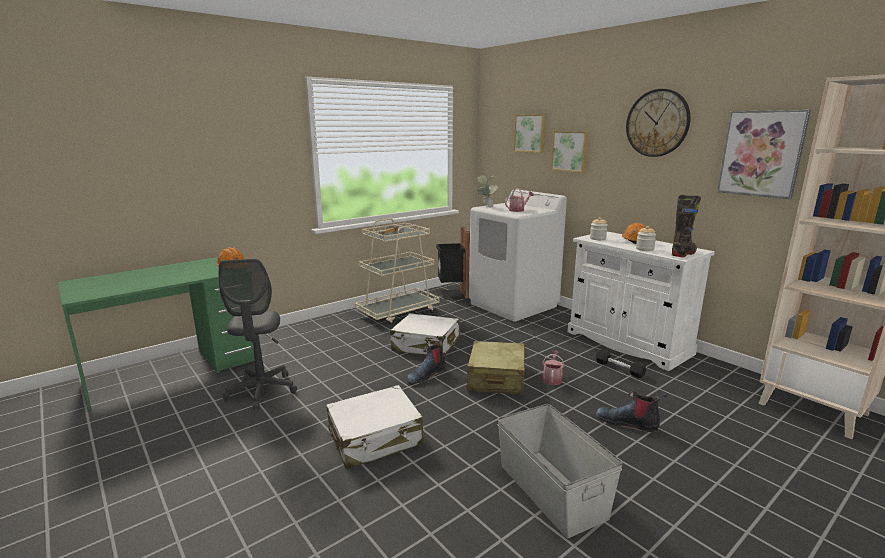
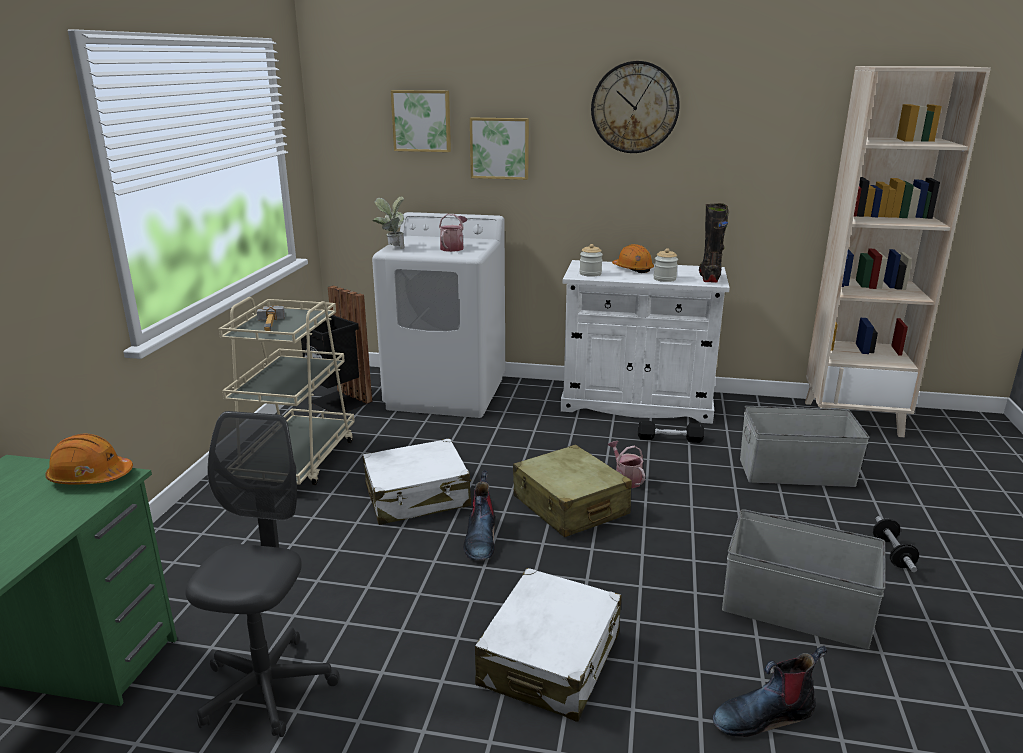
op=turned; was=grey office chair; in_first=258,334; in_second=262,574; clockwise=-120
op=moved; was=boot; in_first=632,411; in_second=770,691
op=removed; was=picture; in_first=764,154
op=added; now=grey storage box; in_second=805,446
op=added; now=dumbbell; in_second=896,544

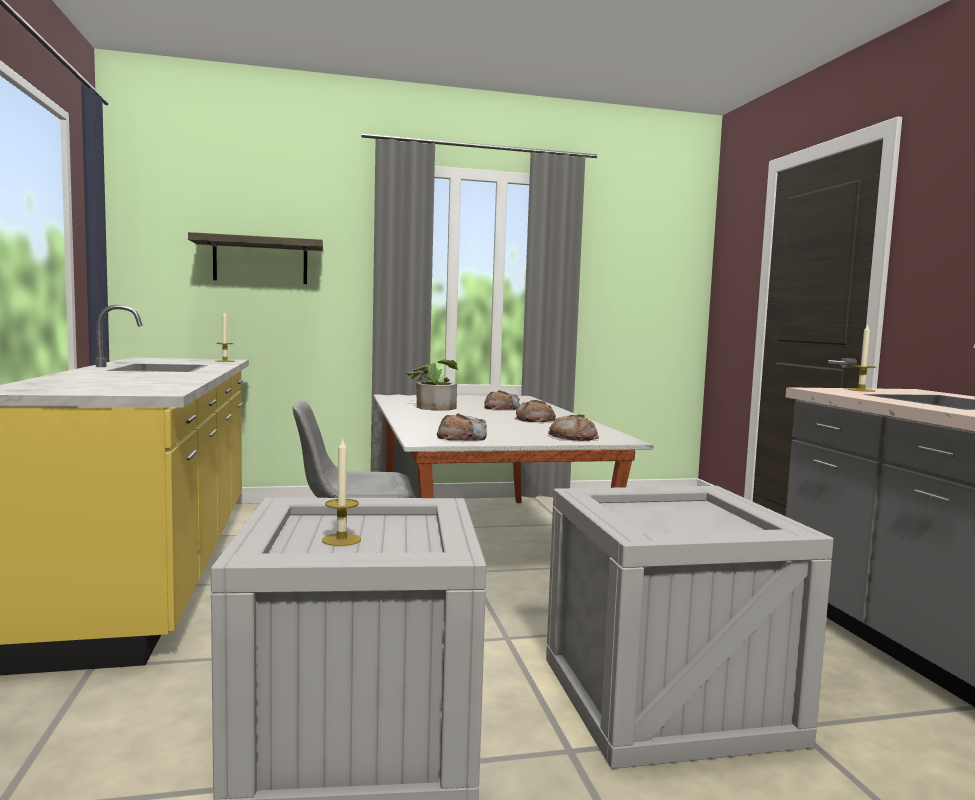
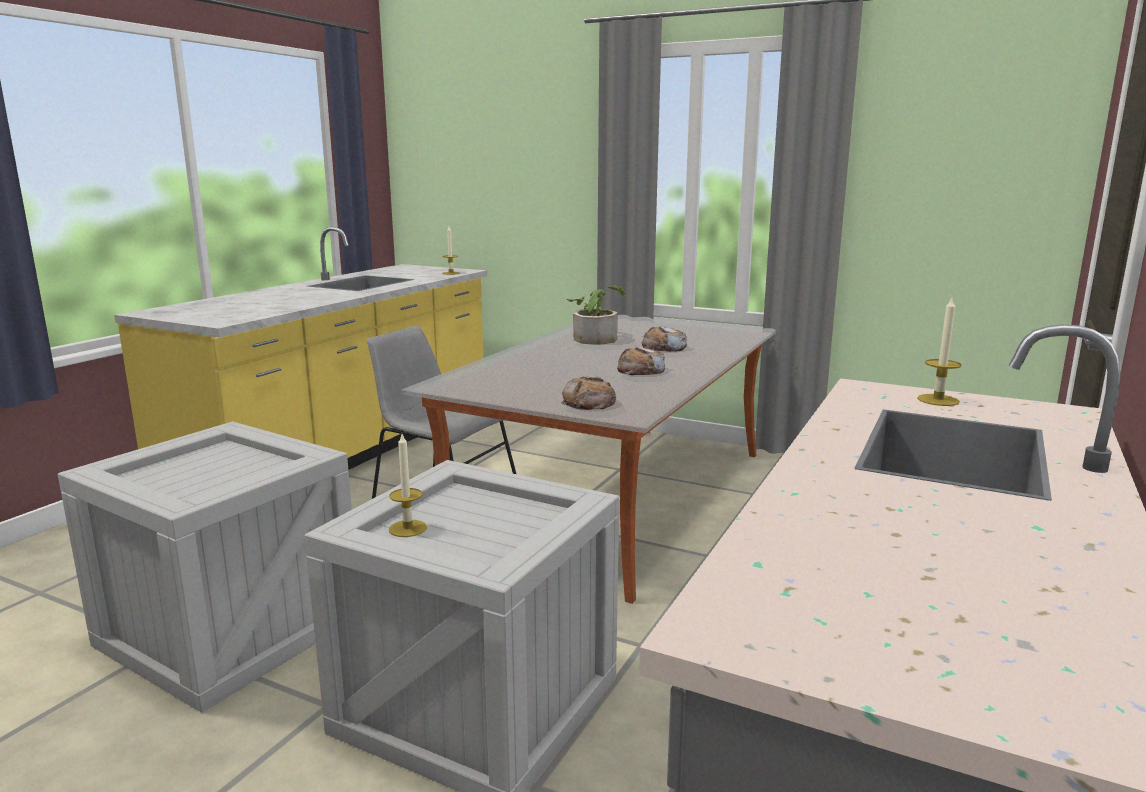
op=removed; was=shelf; in_first=255,258
op=moved; was=candle; in_first=341,492; in_second=408,485
op=removed; was=bread; in_first=462,427

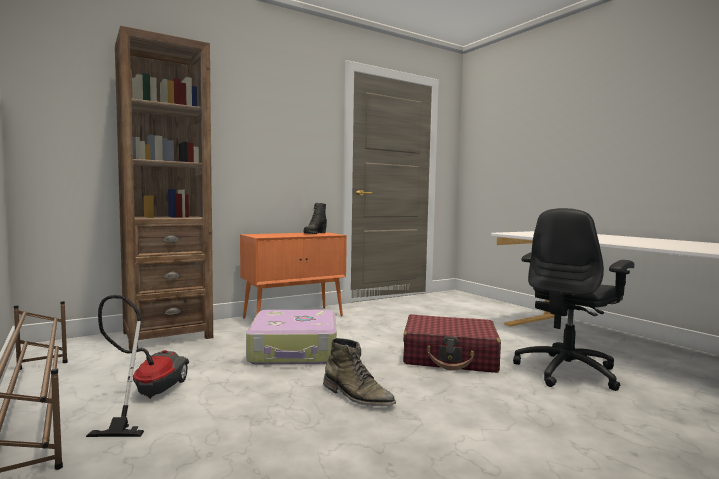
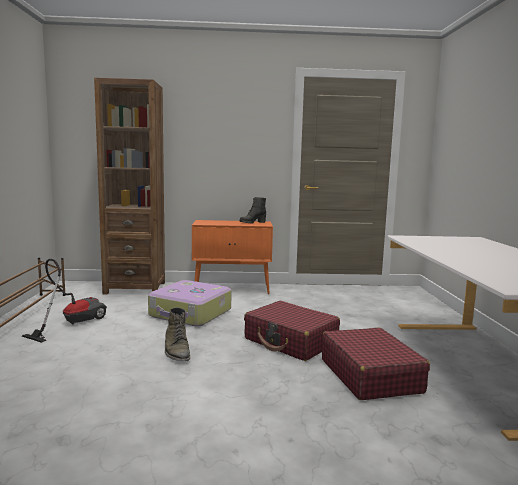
op=replaced; was=black office chair; now=red suitcase; in_first=573,299; in_second=376,363

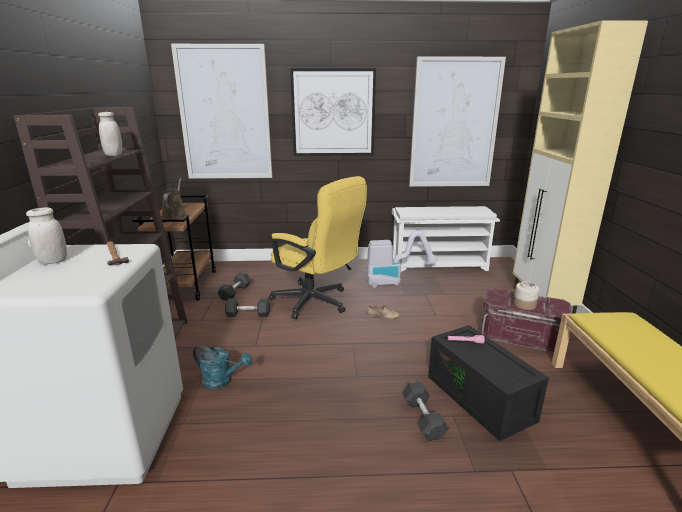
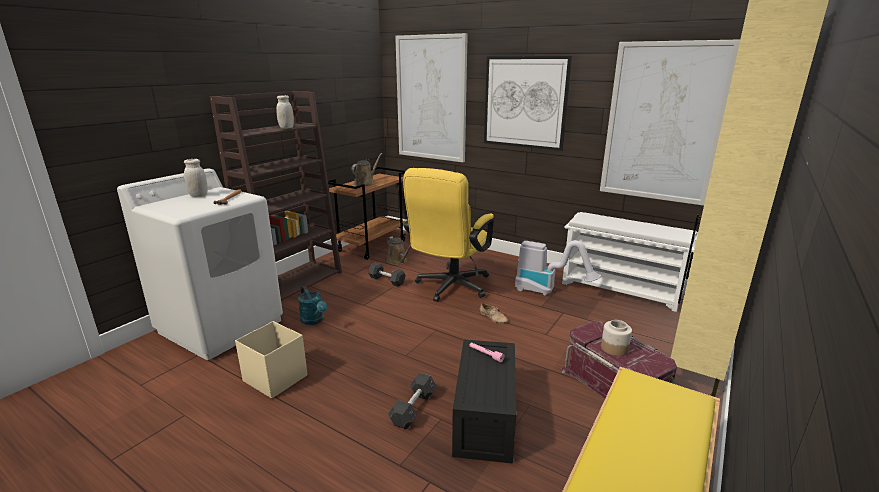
op=replaced; was=grey dumbbell; now=brown watering can; in_first=234,287; in_second=399,250
op=turned; was=yellow office chair; in_first=318,247; in_second=448,235; clockwise=45
op=added; now=beige storage box; in_second=271,360

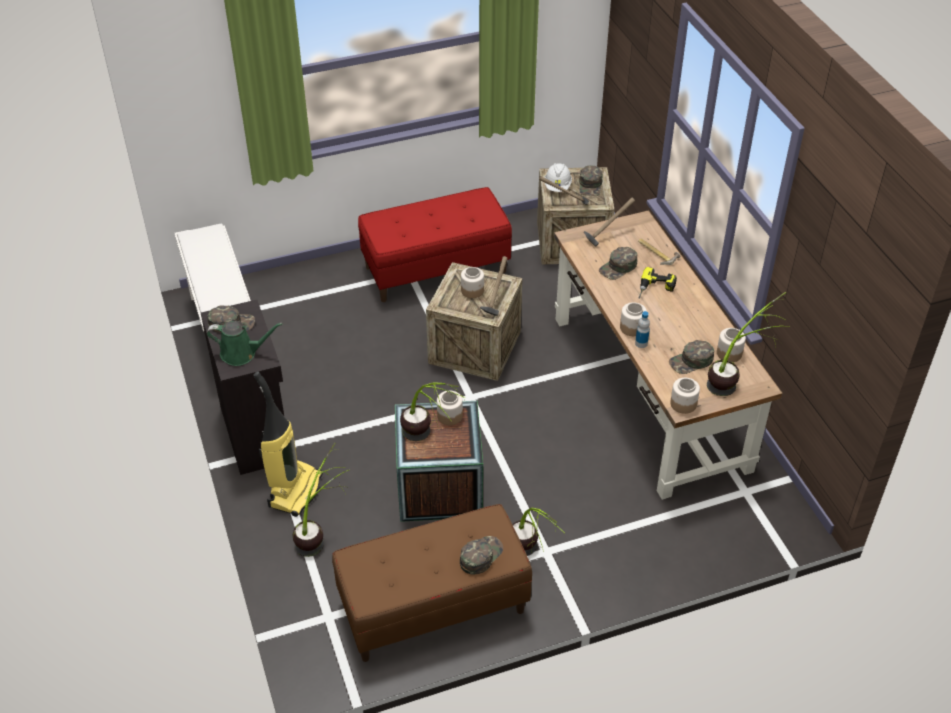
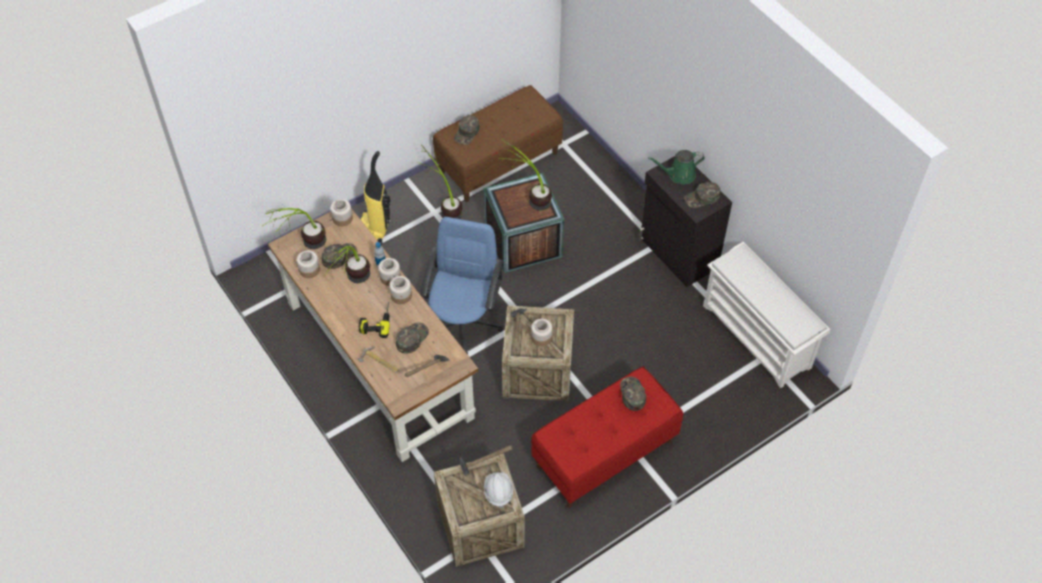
op=moved; was=vacuum cleaner; in_first=288,444; in_second=375,198
op=moved; was=potted plant; in_first=321,499; in_second=346,264
op=moved; was=jar; in_first=450,408; in_second=400,290
op=moved; was=green cap; in_first=591,180; in_second=633,393
op=added; now=blue office chair; in_second=461,285

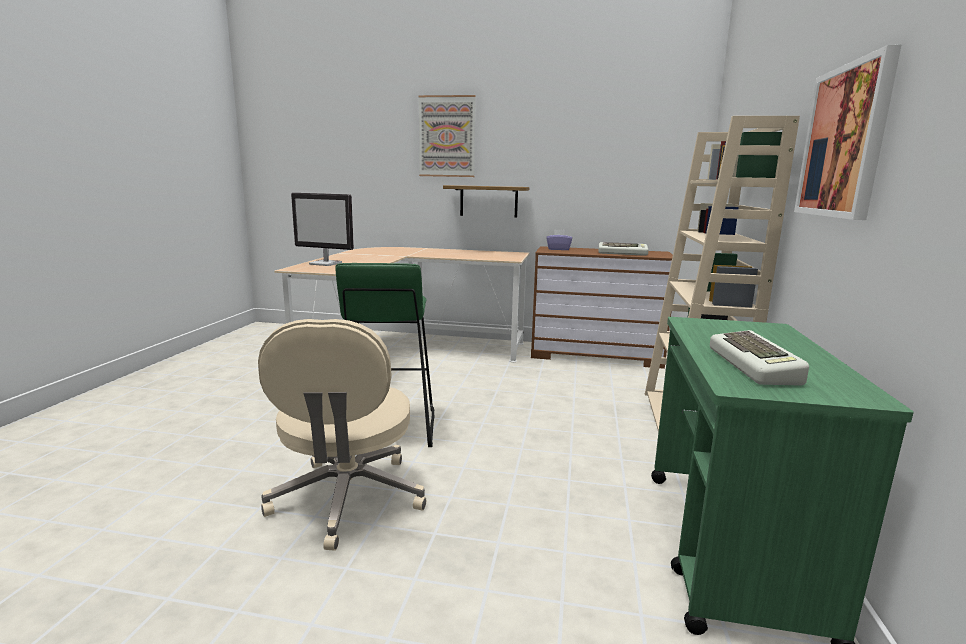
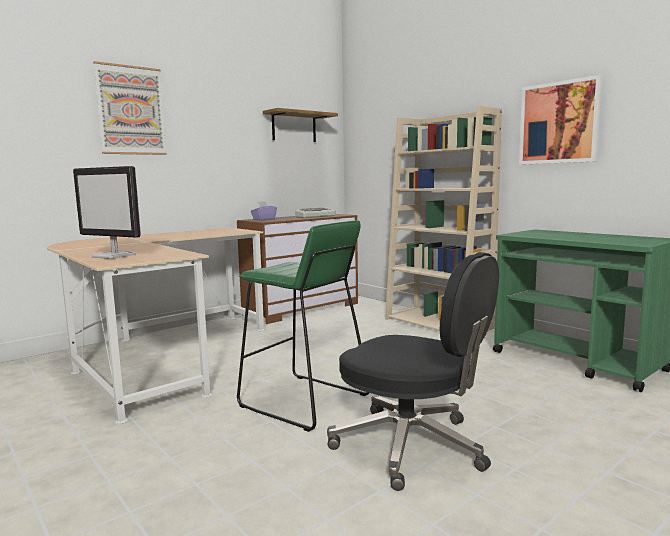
op=recoloured; was=beige office chair; now=black office chair; in_first=342,435; in_second=413,371
op=turned; was=monitor; in_first=322,229; in_second=107,212; clockwise=60
op=moved; was=shelf; in_first=486,201; in_second=300,125
op=removed; was=keyboard; in_first=759,358

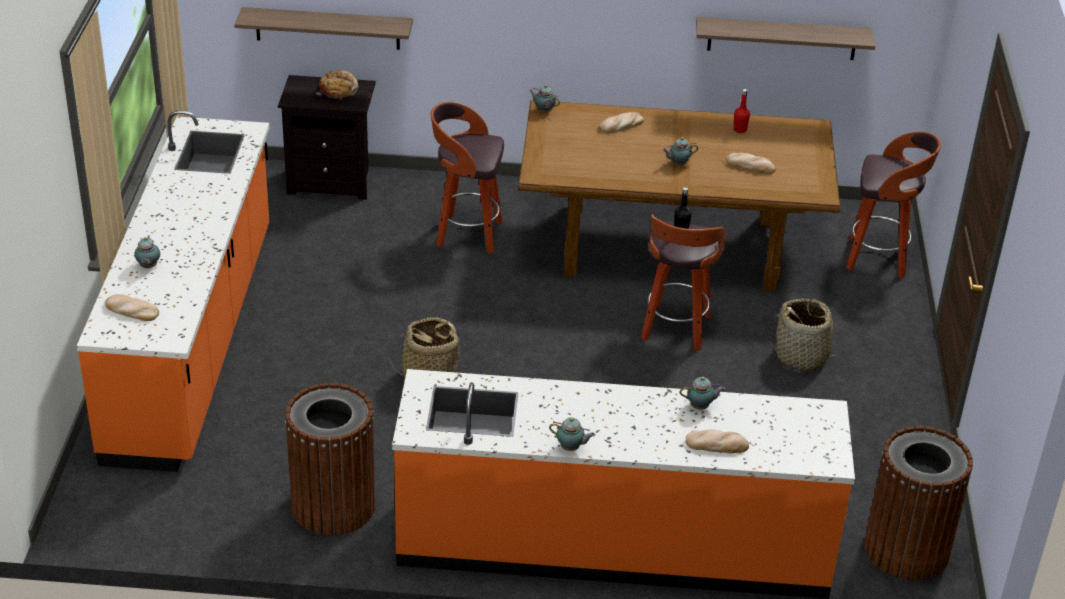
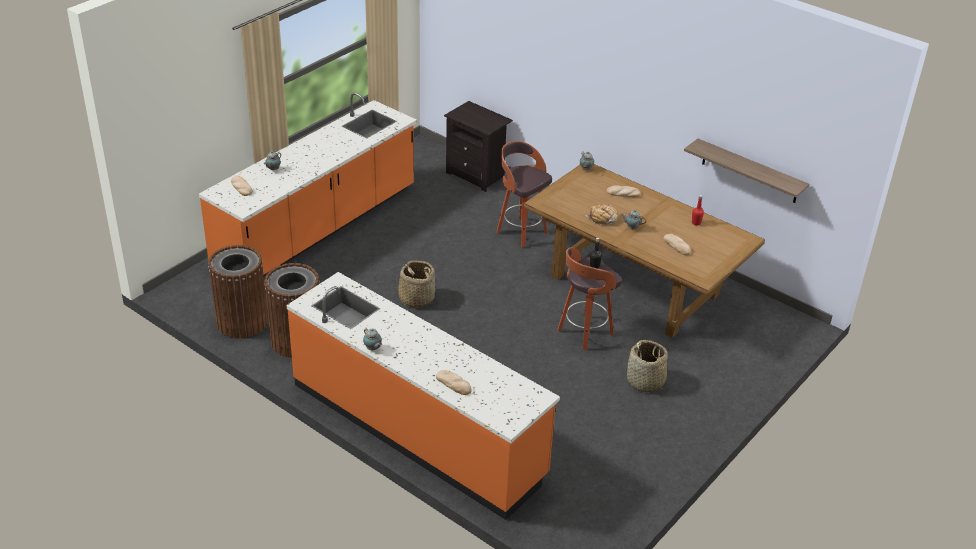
op=removed; was=shelf; in_first=323,28
op=moved; was=bread; in_first=337,84; in_second=601,214
op=removed; was=teapot; in_first=702,393
op=removed; was=stool; in_first=893,205
op=moved; was=brown trash can; in_first=918,503; in_second=238,292

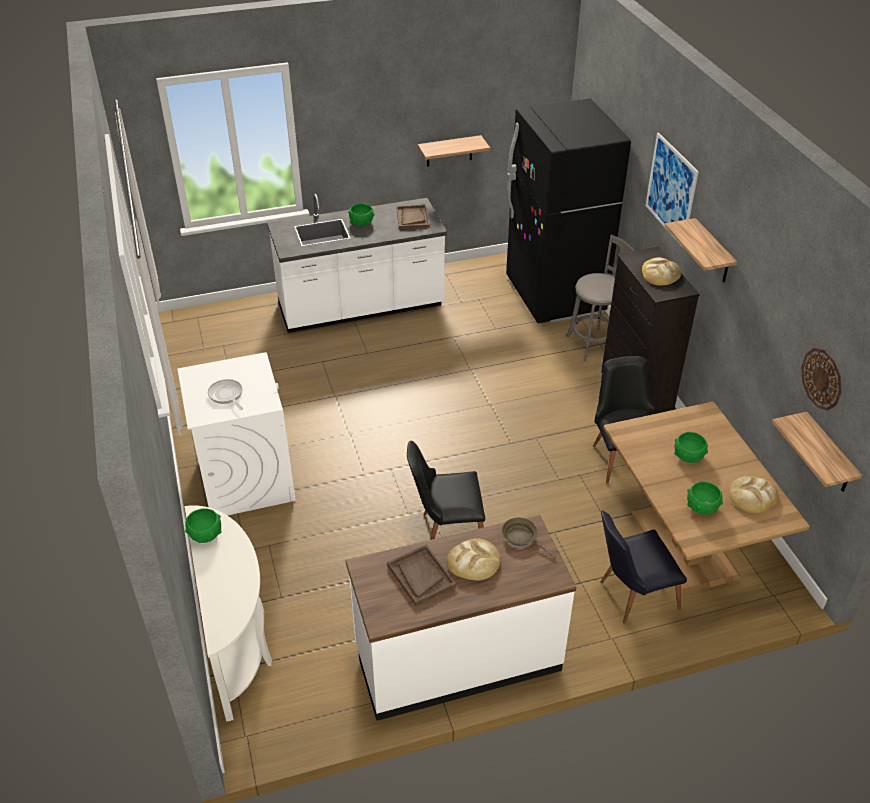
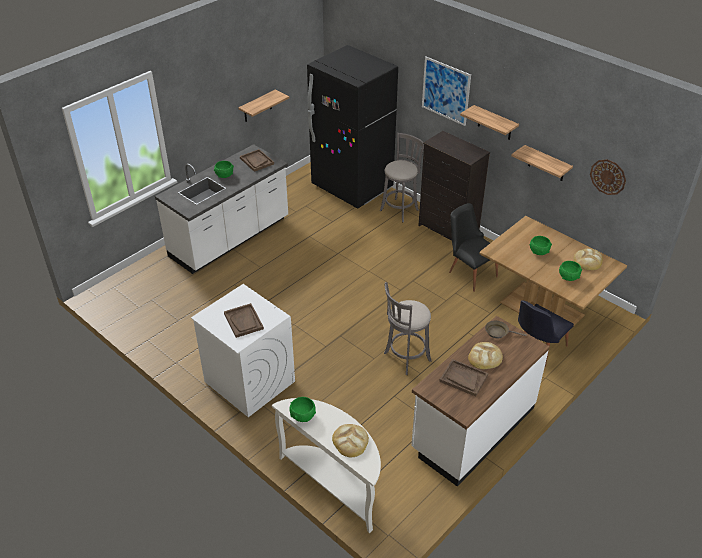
op=replaced; was=frying pan; now=brown tray; in_first=225,394; in_second=244,320
op=replaced; was=black chair; now=grey stool; in_first=446,490; in_second=408,328
op=moved; was=bread; in_first=661,271; in_second=350,440
op=moved; was=shelf; in_first=817,452; in_second=542,163

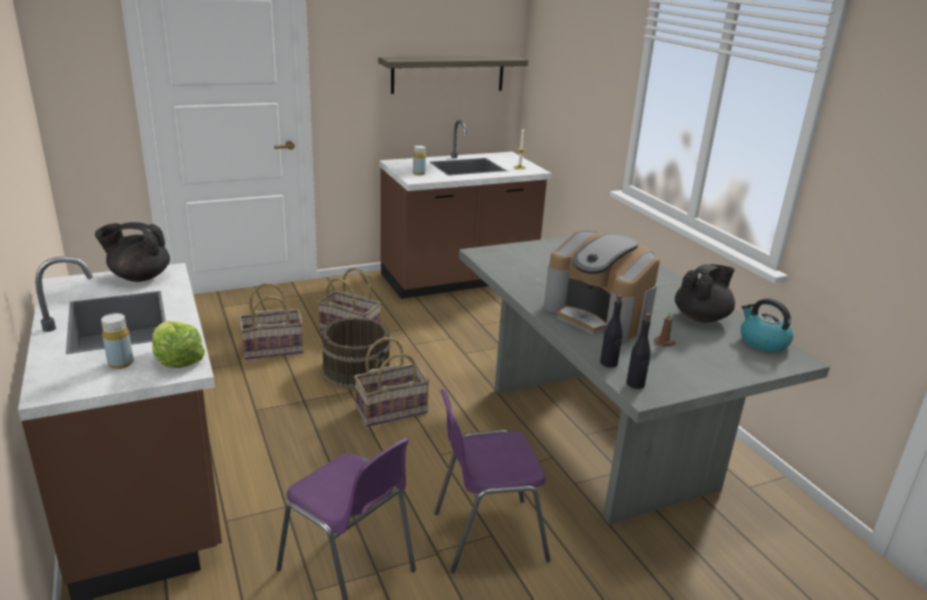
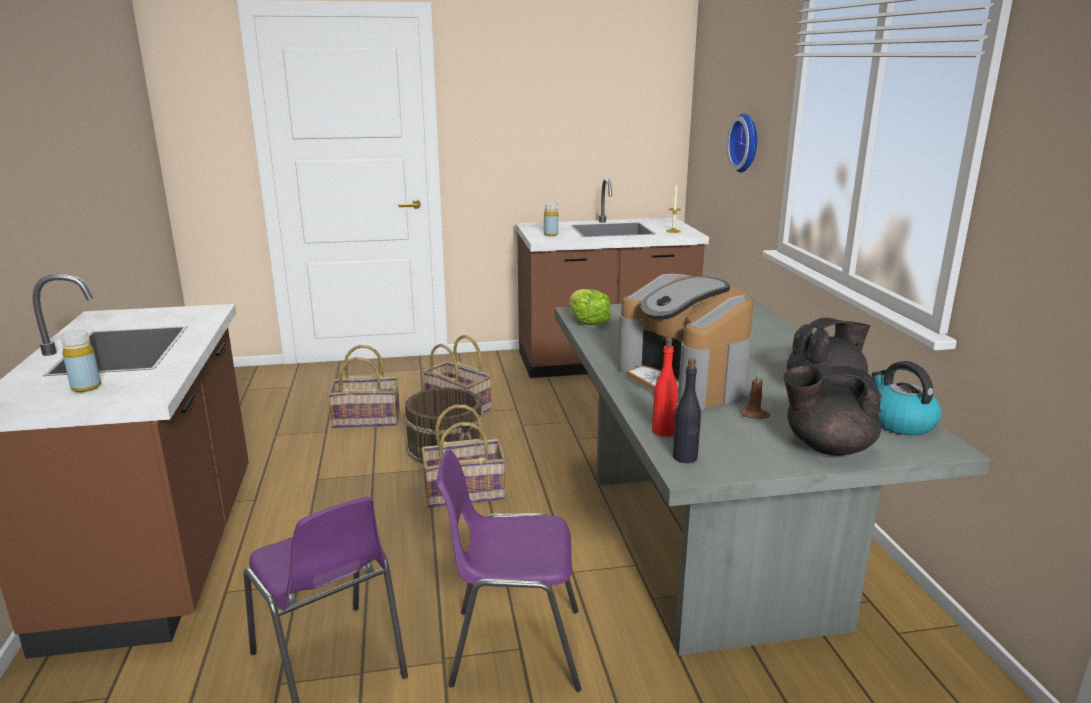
op=moved; was=black teapot; in_first=132,252; in_second=832,410
op=moved; was=lettuce; in_first=178,344; in_second=590,307
op=removed; was=shelf; in_first=453,75
op=recoloured; was=black bottle; now=red bottle; in_first=611,330; in_second=665,387
op=added; now=wall clock; in_second=742,142

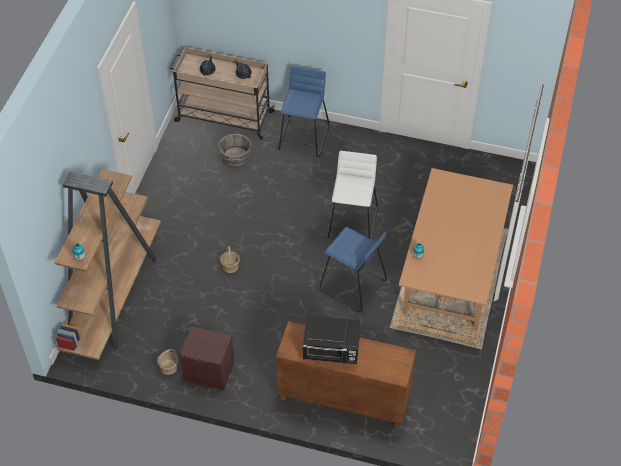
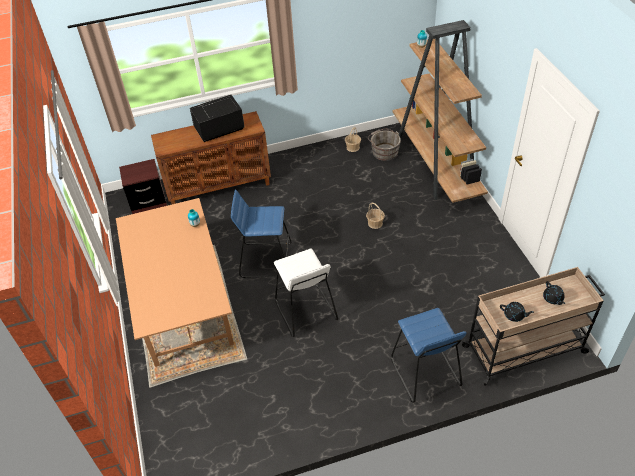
op=moved; was=brown nightstand; in_first=207,358; in_second=143,186
op=moved; was=grey bucket; in_first=235,150; in_second=384,145

